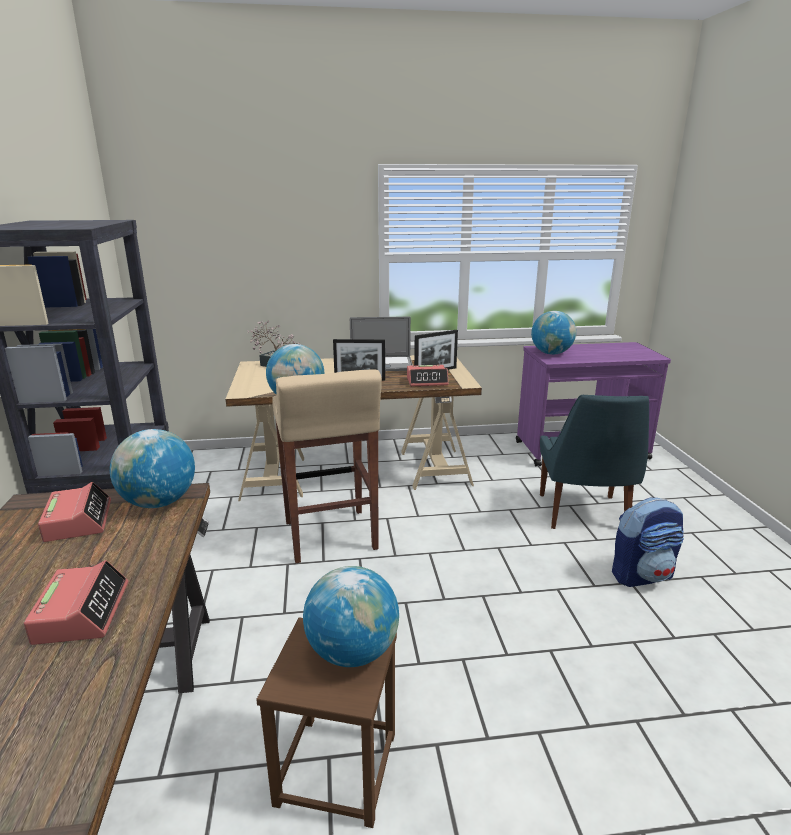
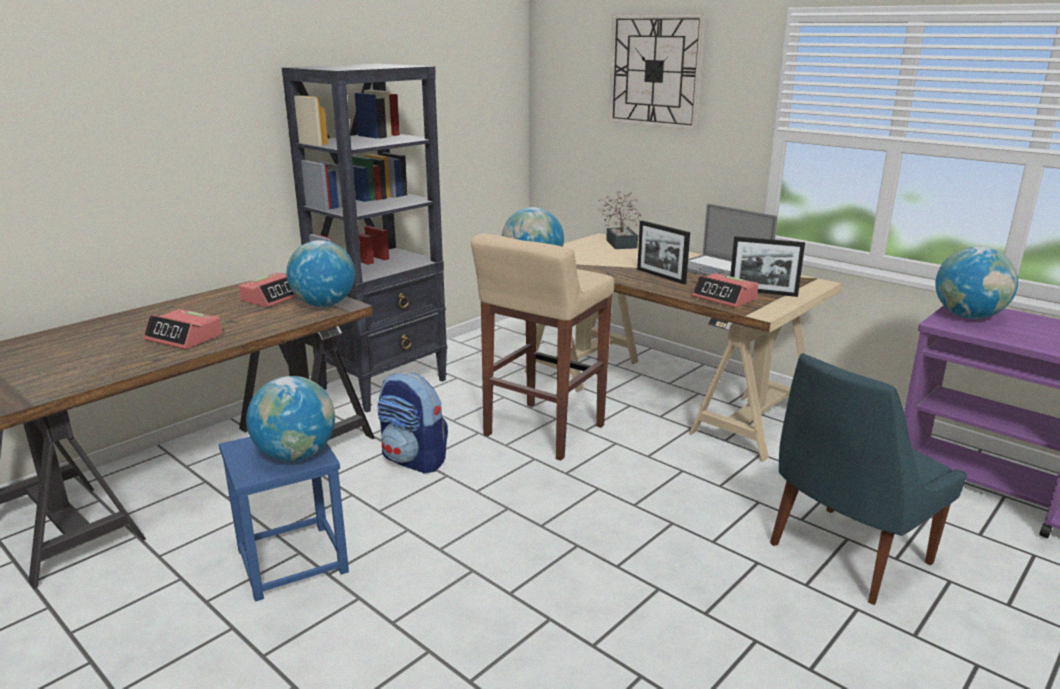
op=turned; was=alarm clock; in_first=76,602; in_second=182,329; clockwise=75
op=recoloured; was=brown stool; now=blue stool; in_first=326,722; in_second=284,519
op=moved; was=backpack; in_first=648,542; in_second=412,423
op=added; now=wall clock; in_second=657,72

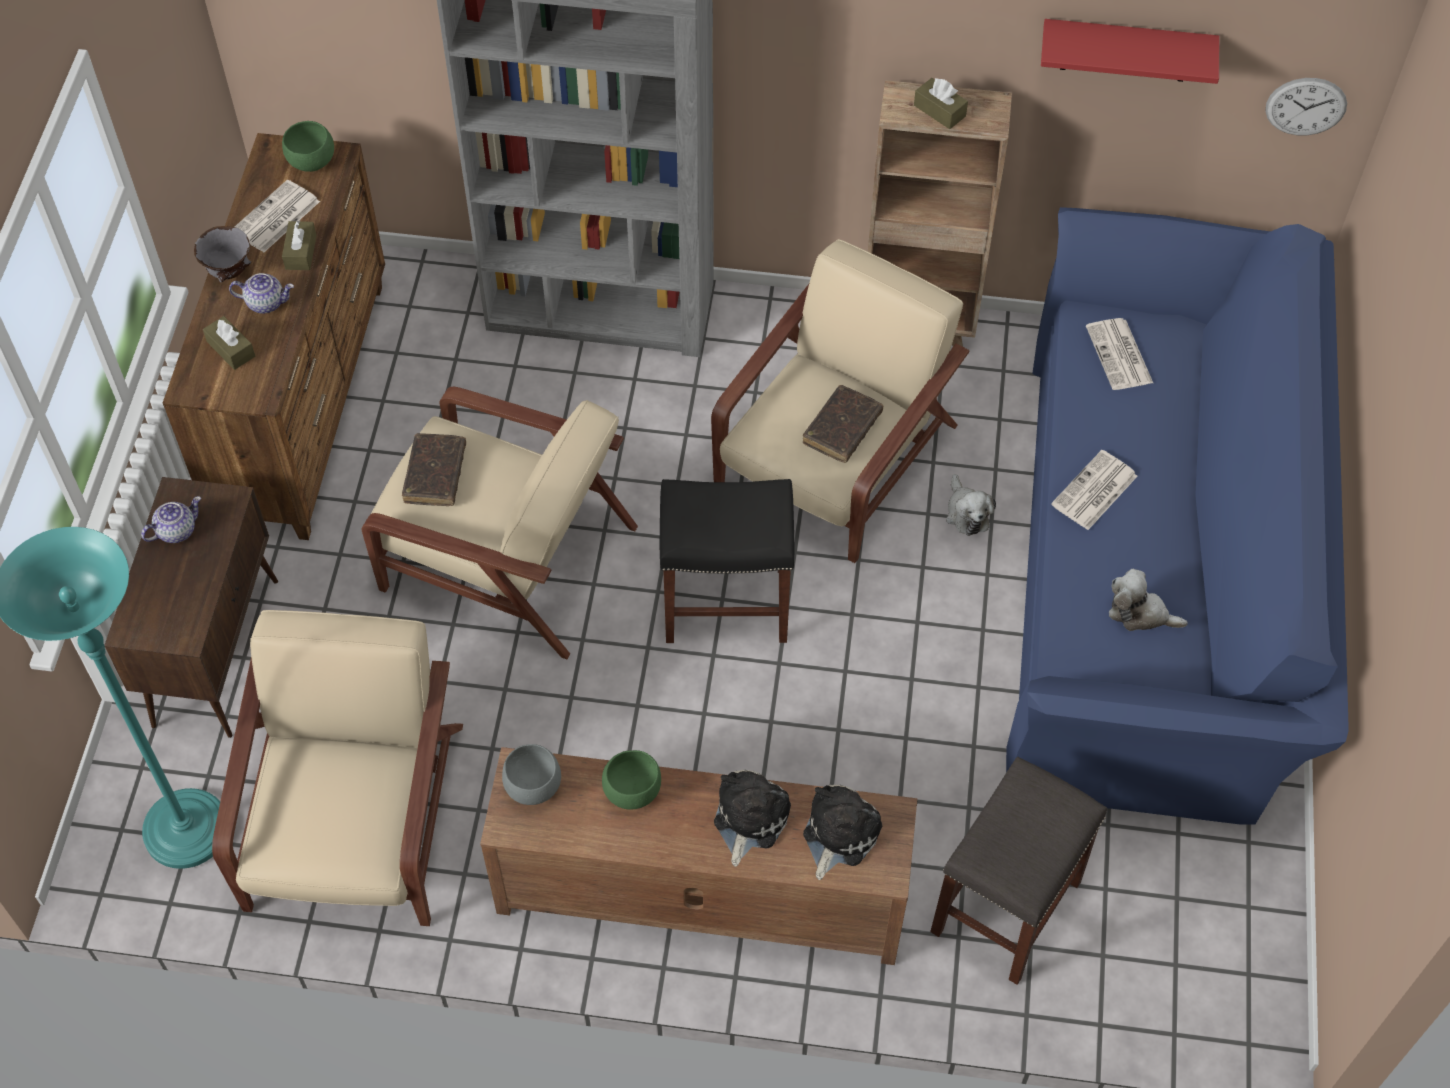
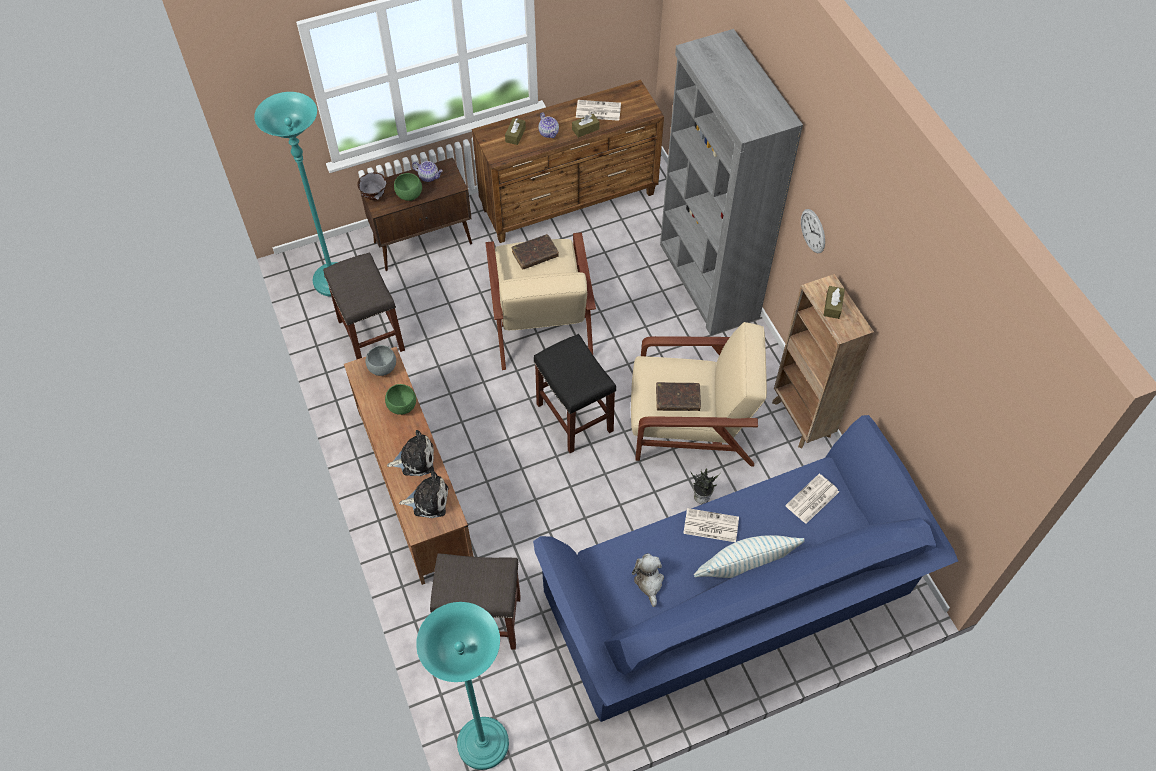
op=moved; was=grey bowl; in_first=222,254; in_second=371,186
op=replaced; was=beige armchair; now=grey stool; in_first=337,768; in_second=364,306
op=moved; was=green bowl; in_first=308,146; in_second=408,187
op=replaced; was=plush toy; now=potted plant; in_first=971,505; in_second=705,486
op=removed; was=red shelf; in_first=1130,51
op=moved; was=wall clock; in_first=1306,106; in_second=813,231
op=added; now=turquoise floor lamp; in_second=462,686
op=added; now=pillow; in_second=749,556

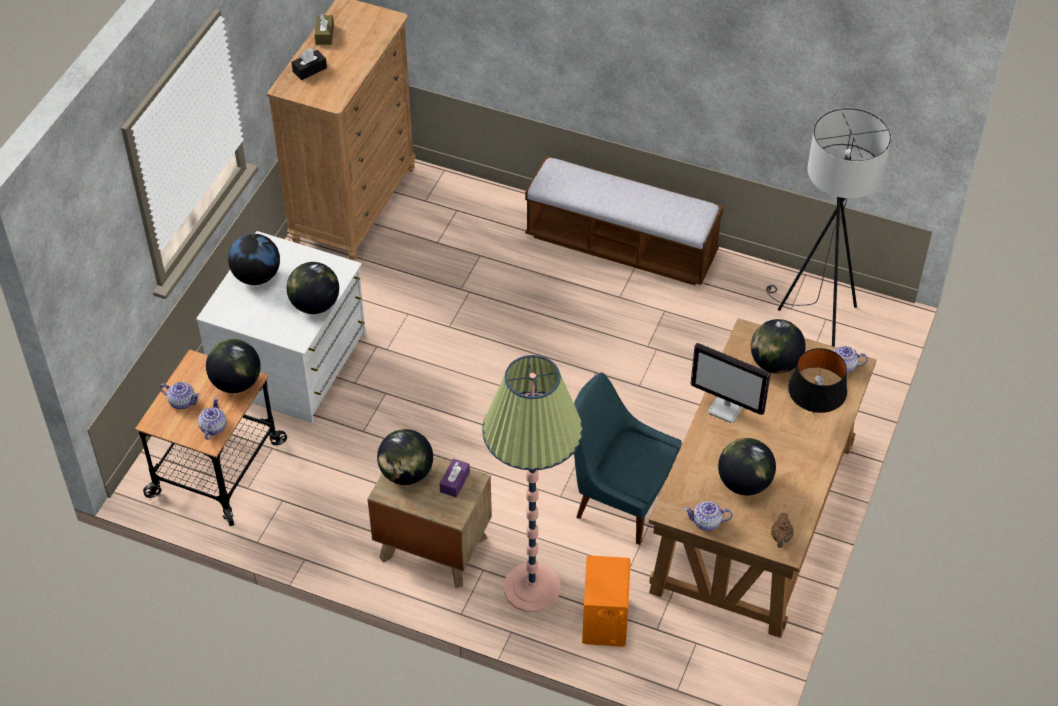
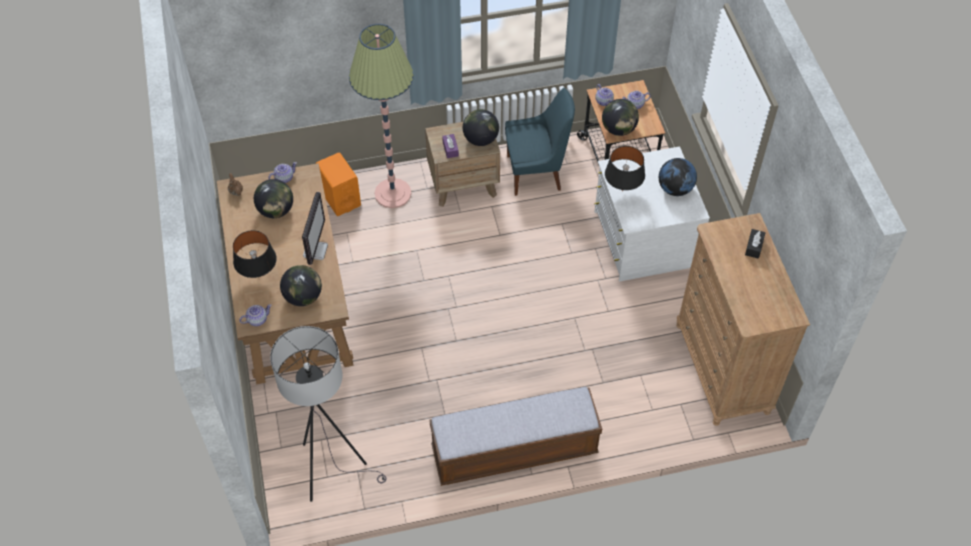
op=replaced; was=globe; now=black table lamp; in_first=313,288; in_second=625,169
op=removed; was=brown tissue box; in_first=324,29
op=moved; was=blue chair; in_first=628,459; in_second=540,142
op=turned; was=monitor; in_first=731,383; in_second=315,228; clockwise=105

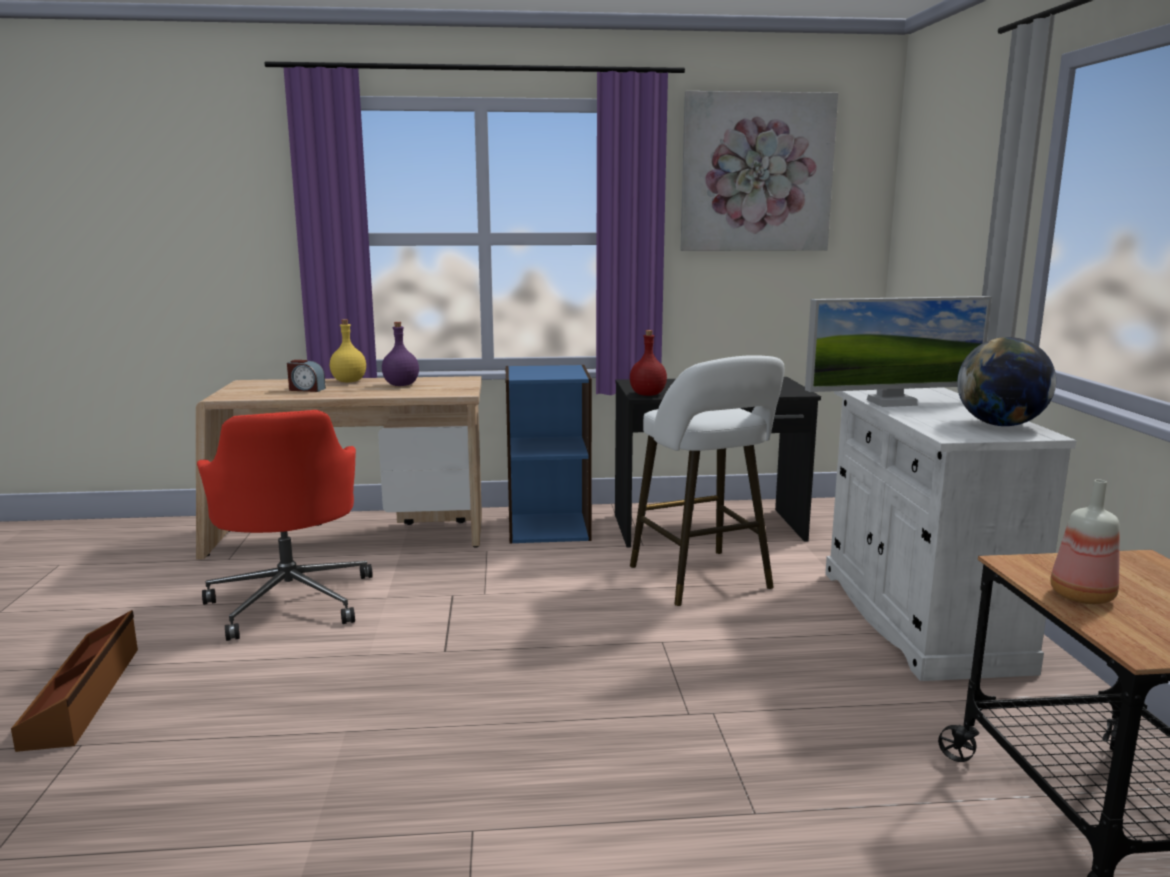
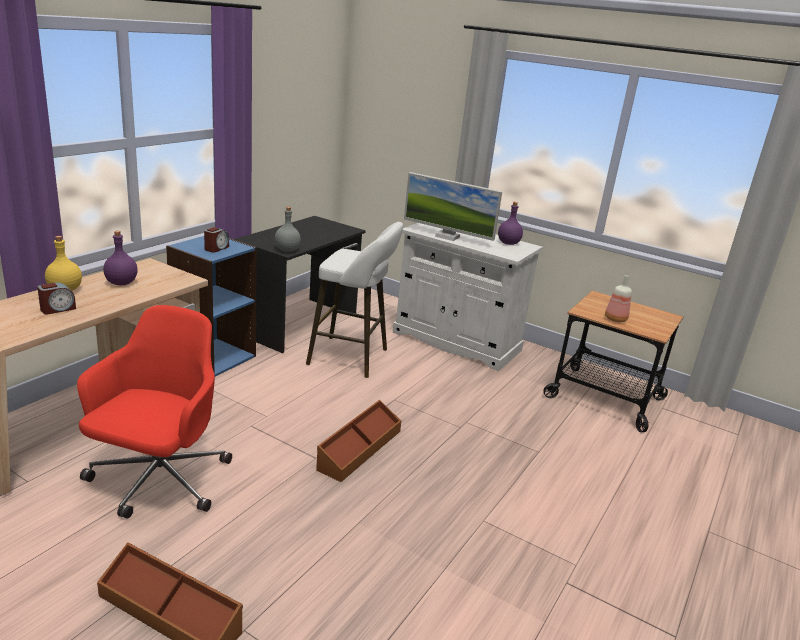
op=turned; was=red office chair; in_first=285,525; in_second=154,412; clockwise=-90
op=recoloured; was=red bottle; now=grey bottle; in_first=648,363; in_second=288,229
op=removed; was=picture; in_first=759,171
op=turned; was=monitor; in_first=898,351; in_second=453,206; clockwise=90
op=replaced; was=globe; now=purple bottle; in_first=1006,381; in_second=510,223
op=added; now=alarm clock; in_second=216,240
op=added; now=brown storage box; in_second=358,441

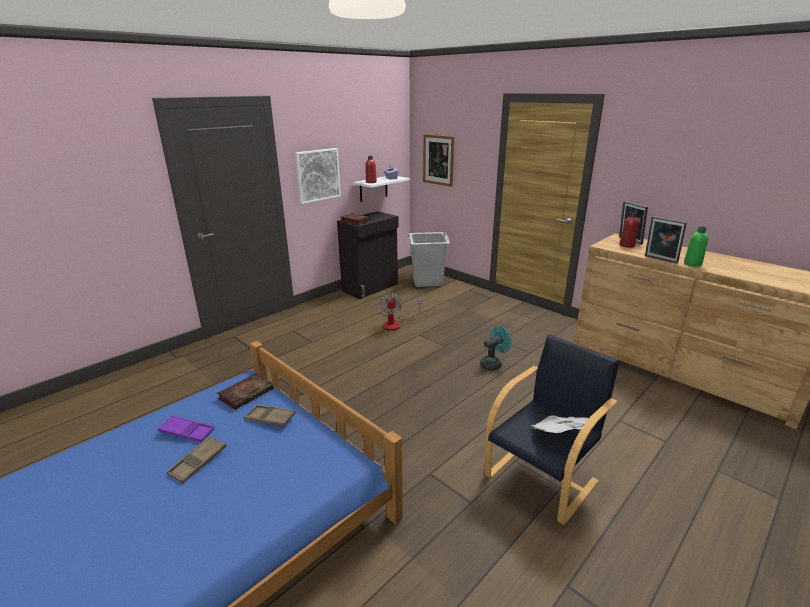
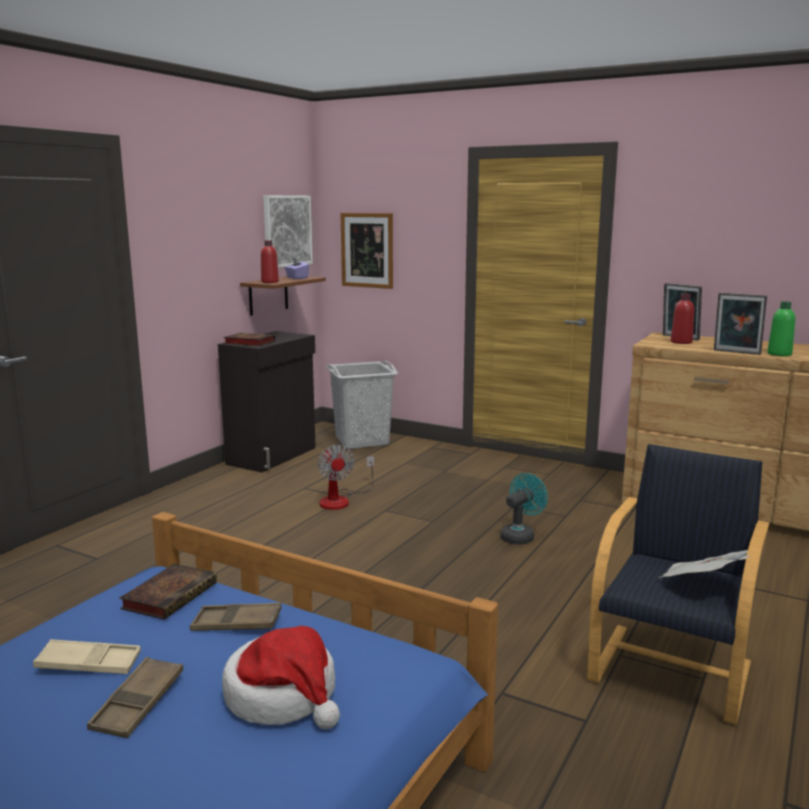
op=recoloured; was=purple tray; now=beige tray; in_first=186,429; in_second=87,656
op=moved; was=picture; in_first=318,176; in_second=288,231
op=recoloured; was=white shelf; now=brown shelf; in_first=382,189; in_second=283,296
op=added; now=hat; in_second=281,677

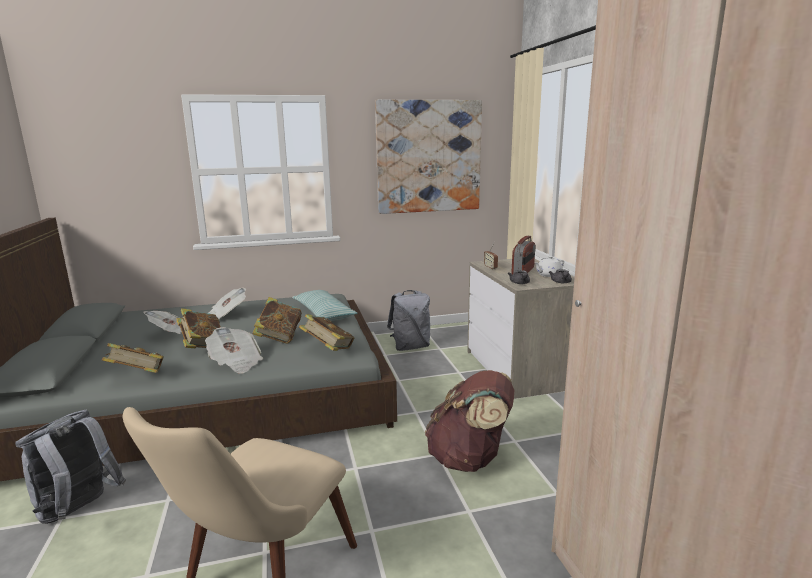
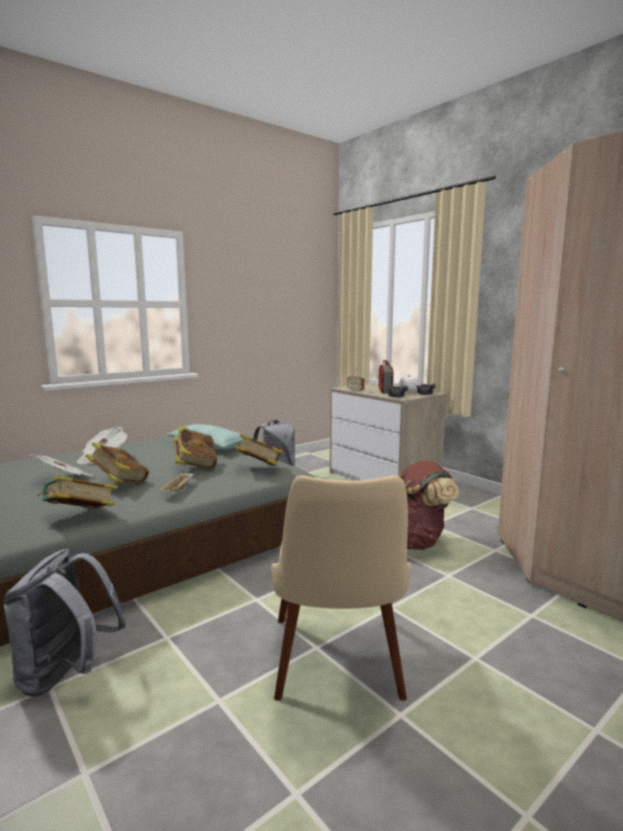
op=replaced; was=newspaper; now=beige tray; in_first=234,350; in_second=176,481
op=removed; was=picture; in_first=428,157

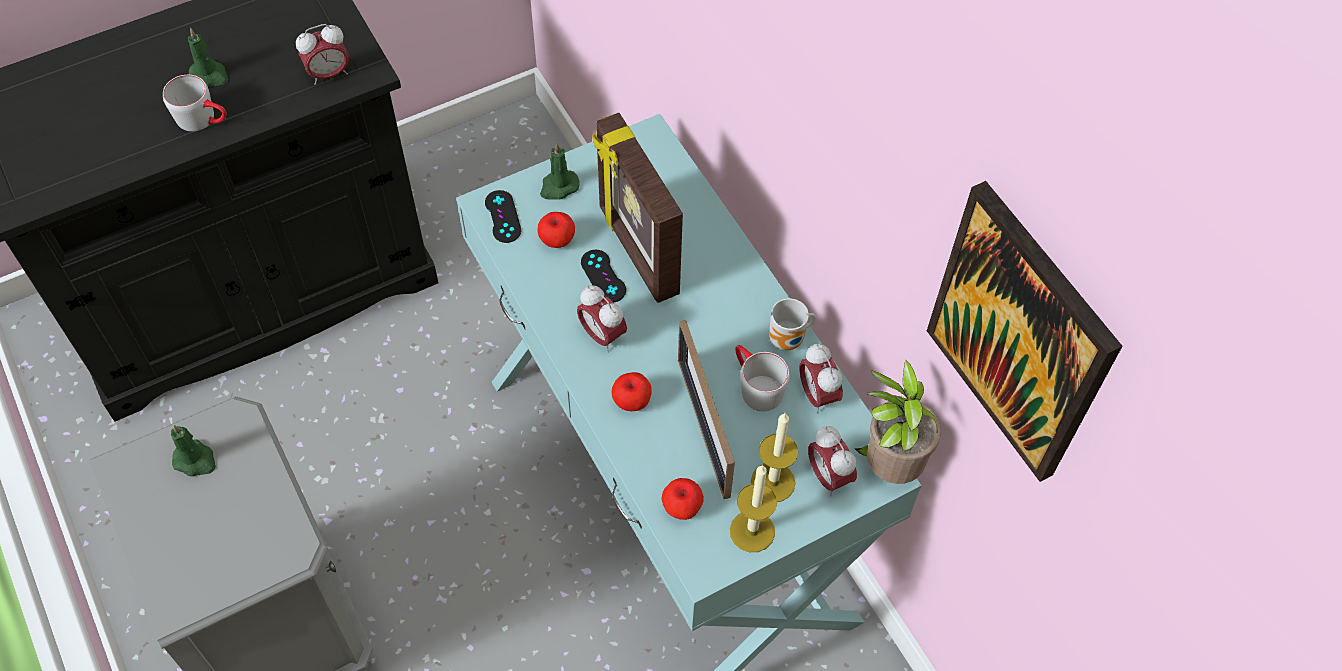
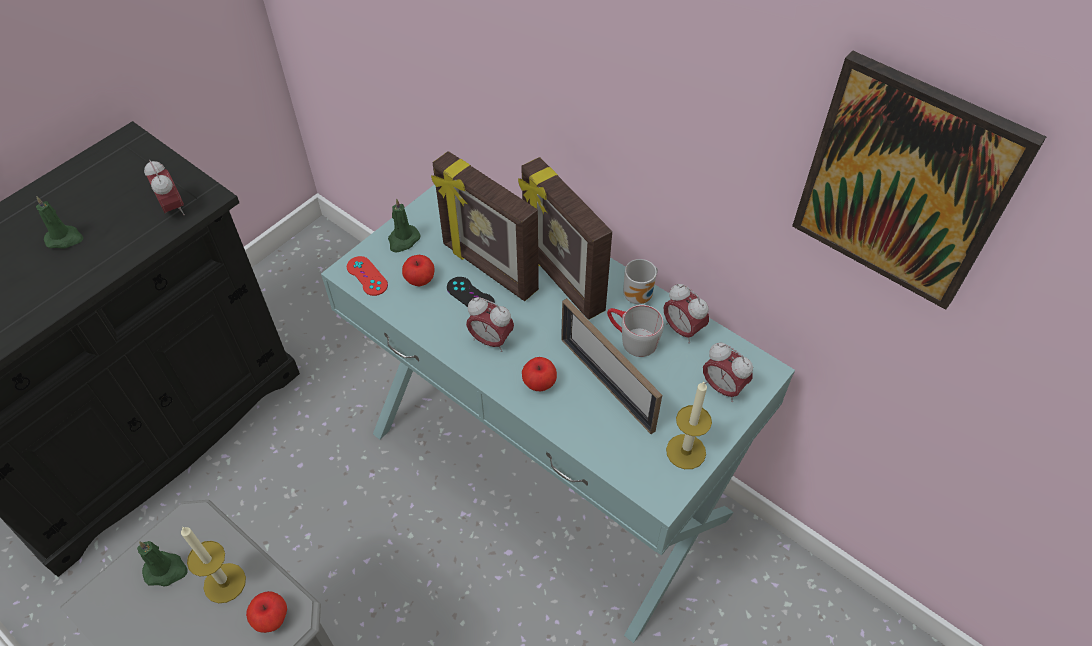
op=removed; was=grey mug; in_first=195,103
op=turned; was=alarm clock; in_first=322,54; in_second=164,187; clockwise=-75
op=recoloured; was=black game controller; now=red game controller; in_first=503,216; in_second=367,276
op=moved; was=apple; in_first=682,499; in_second=266,612
op=moved; was=candle; in_first=774,457; in_second=213,565
op=removed; was=potted plant; in_first=897,421
op=added; now=picture frame; in_second=565,238

